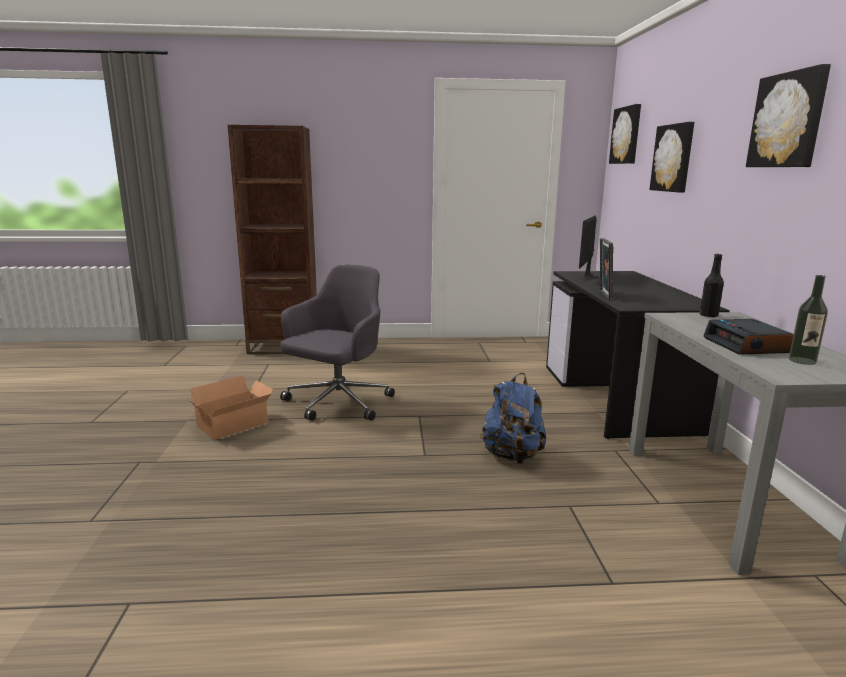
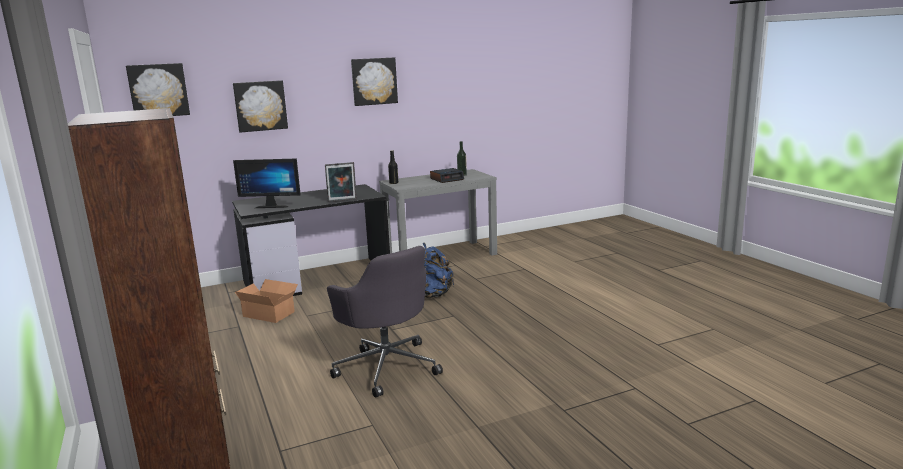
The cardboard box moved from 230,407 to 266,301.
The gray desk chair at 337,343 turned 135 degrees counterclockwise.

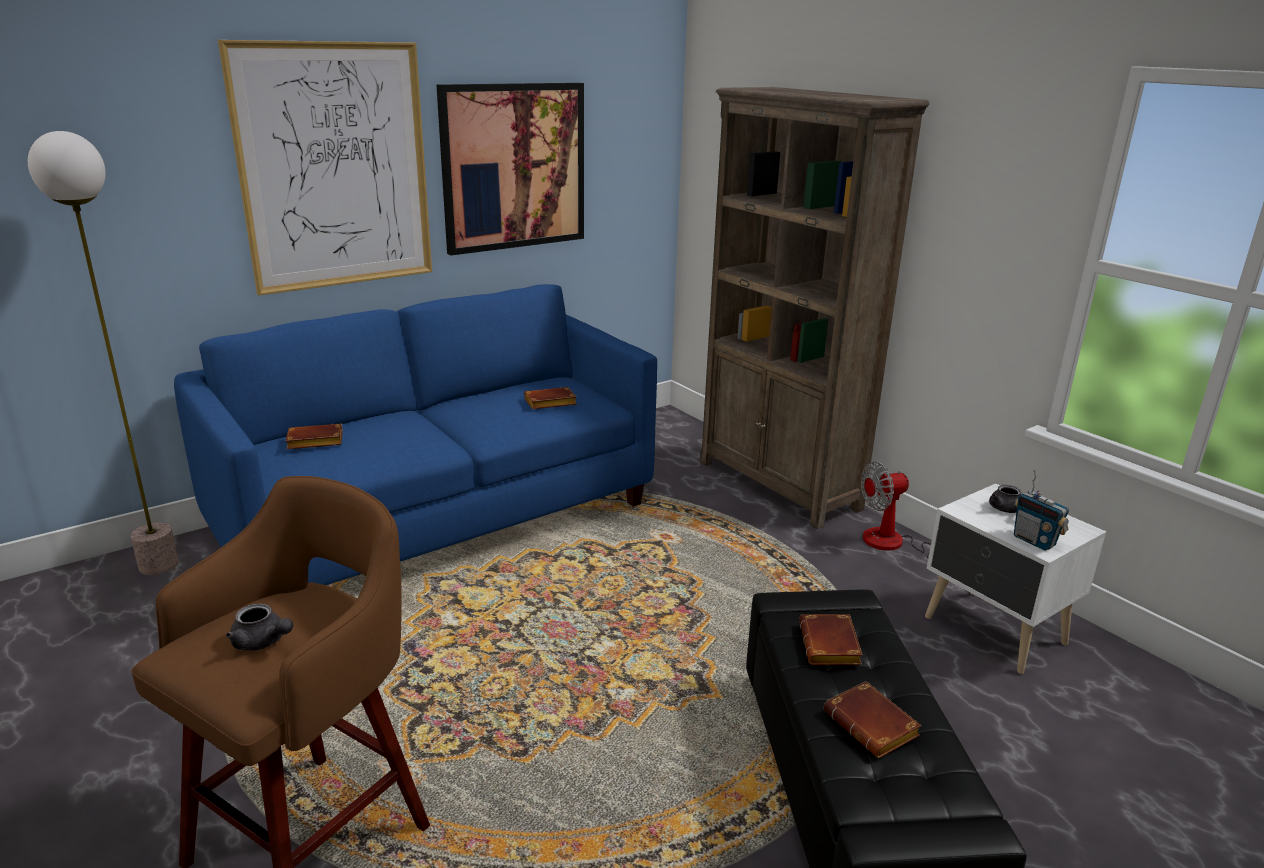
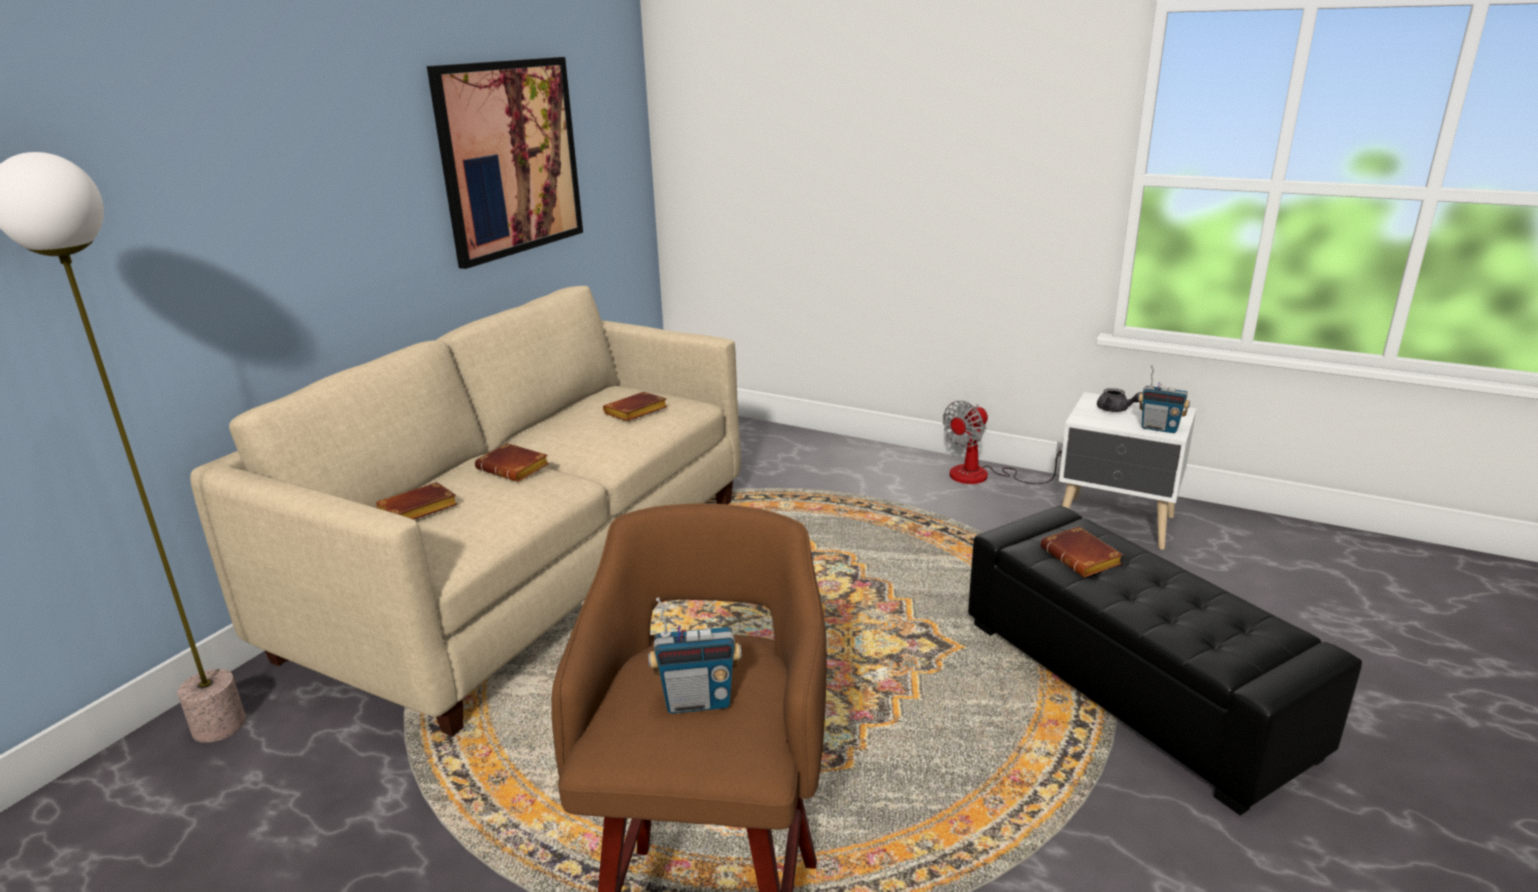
The bluish settee at 415,434 became the beige-coloured settee at 465,511.
The picture at 325,167 disappeared.
The gray tea pot at 259,627 was replaced by the radio at 695,655.
The brown shelving unit at 815,308 disappeared.
The brown bound book moved from 872,719 to 512,462.

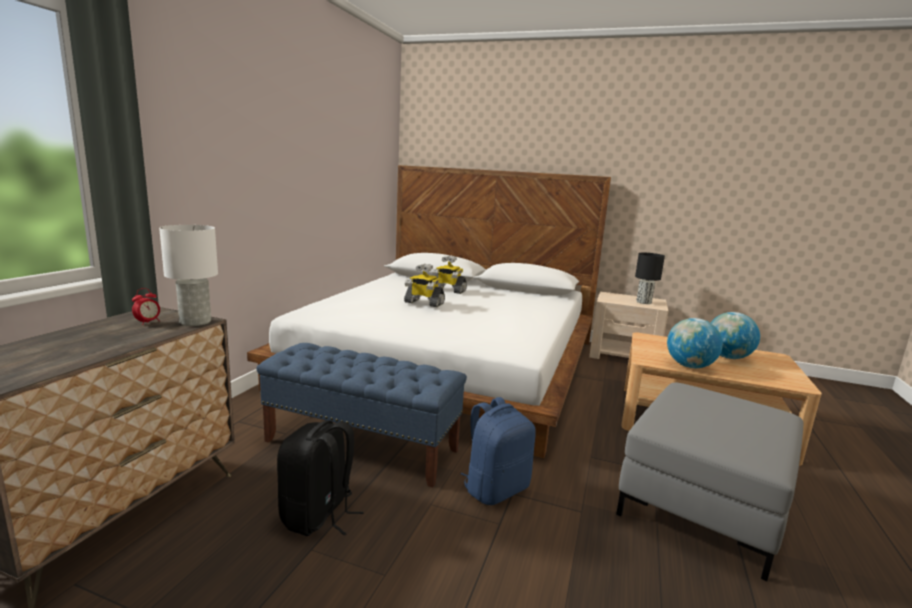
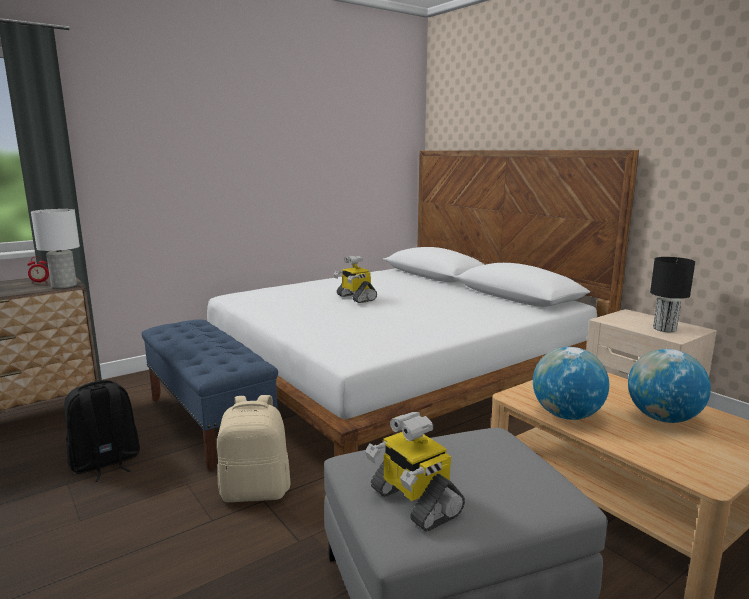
The model robot moved from 449,274 to 415,472.
The bluish rucksack at 498,451 became the beige-coloured rucksack at 254,448.

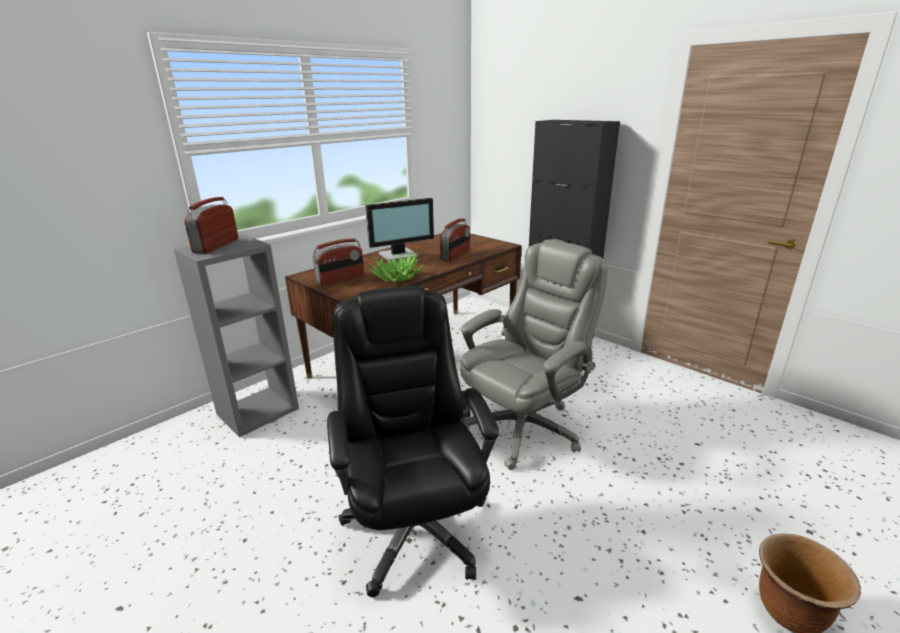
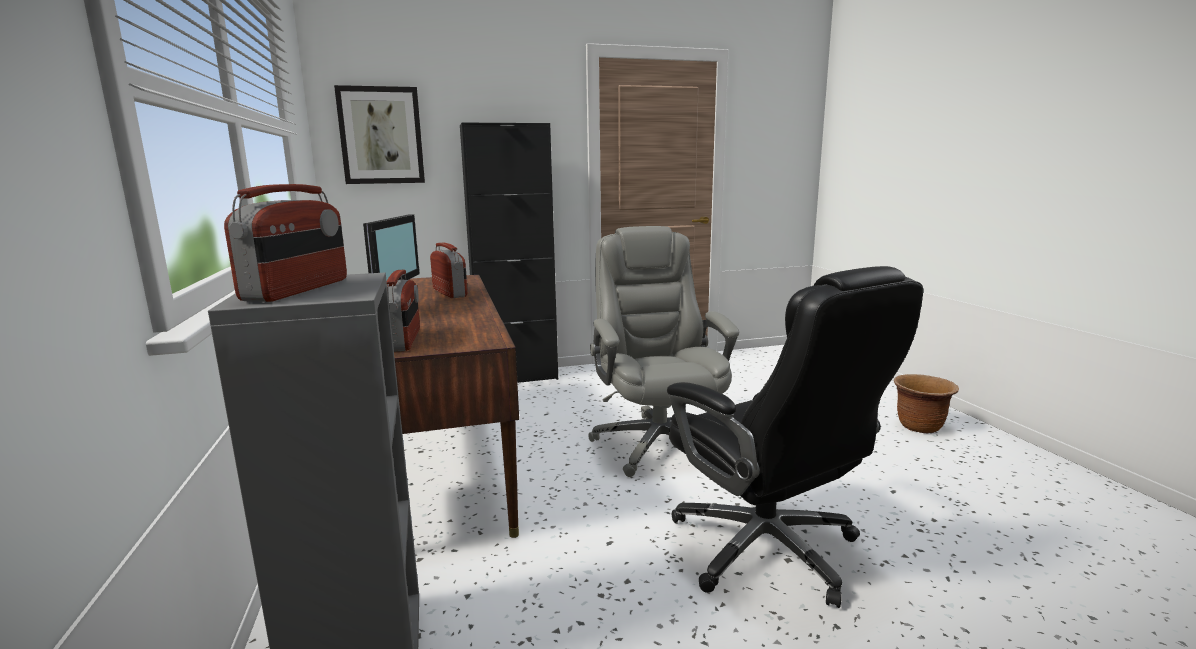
The radio at 211,225 turned 120 degrees counterclockwise.
The black-coloured desk chair at 413,441 turned 135 degrees counterclockwise.
The plant in a pot at 396,266 disappeared.
The picture at 379,134 appeared.

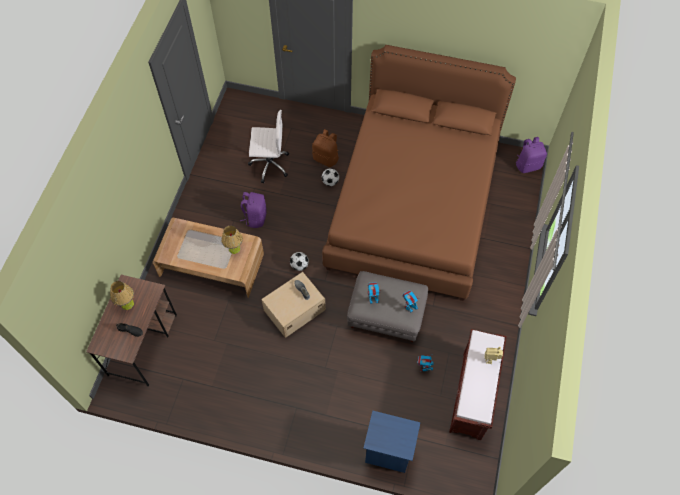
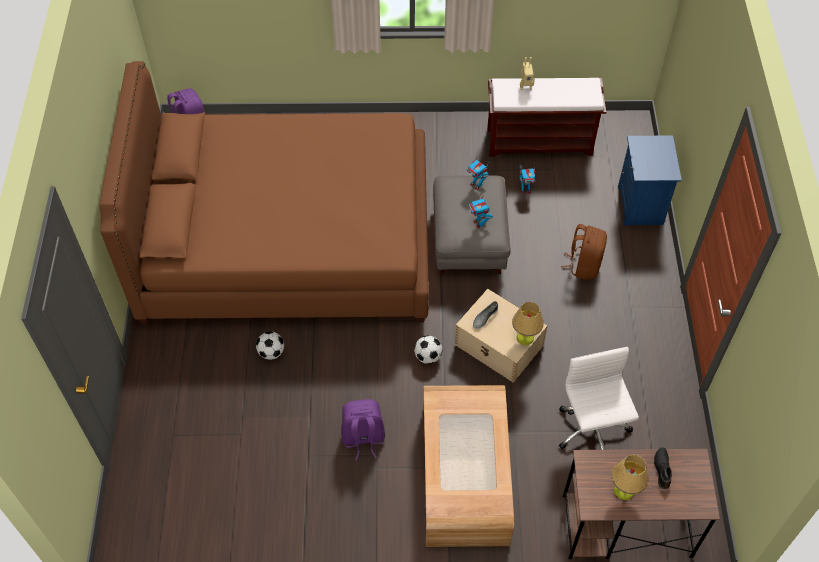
The lamp for a table moved from 232,239 to 528,323.
The white desk chair moved from 268,146 to 599,398.
The brown rucksack moved from 325,148 to 584,252.

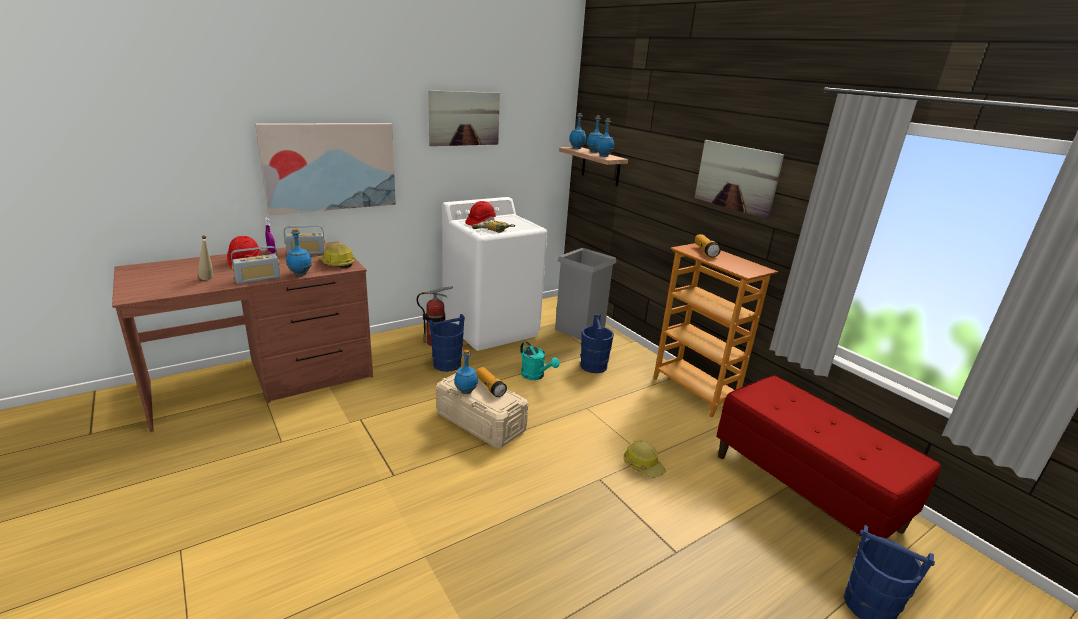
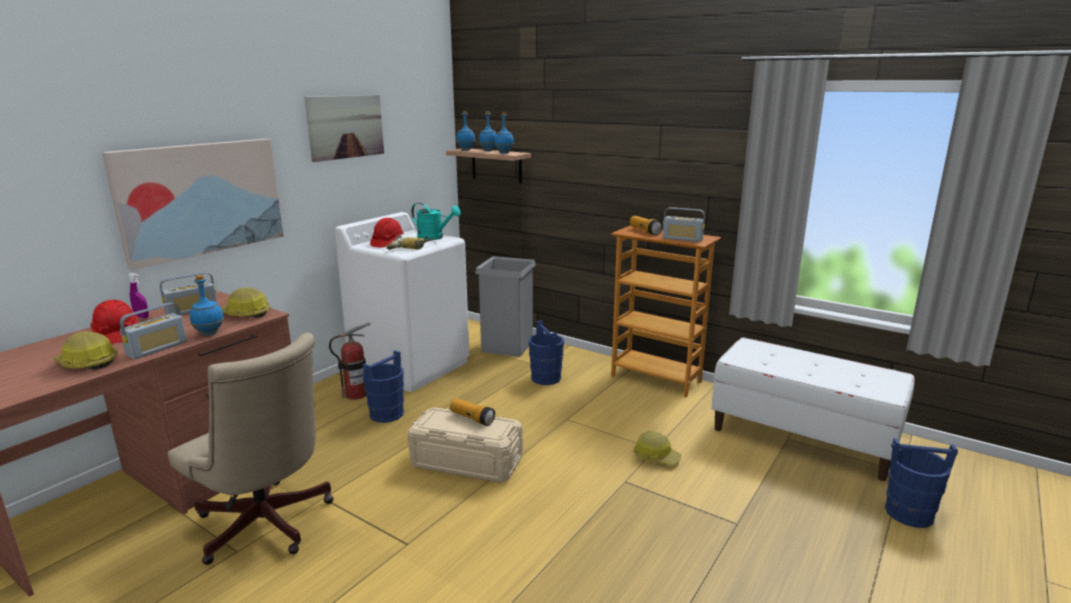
The beige-coloured beverage bottle at 205,257 was replaced by the work helmet at 85,351.
The bluish beverage bottle at 466,372 disappeared.
The turquoise sprinkling can moved from 539,360 to 436,221.
The picture at 739,179 disappeared.
The reddish long seat at 828,457 became the white long seat at 813,409.
The beige-coloured desk chair at 251,449 appeared.
The radio at 684,224 appeared.

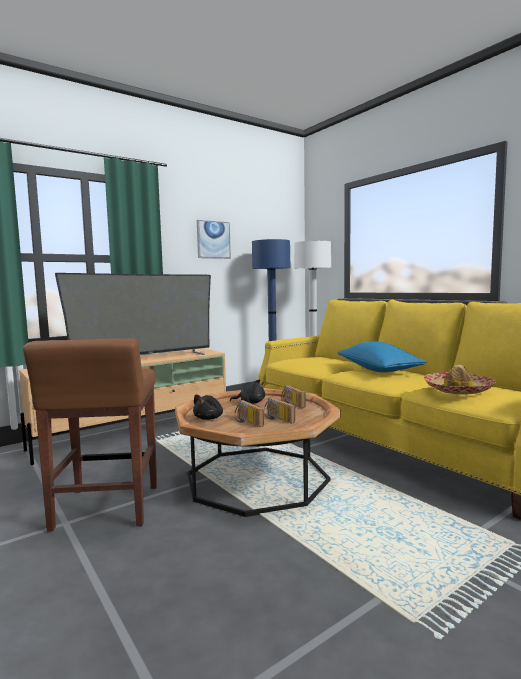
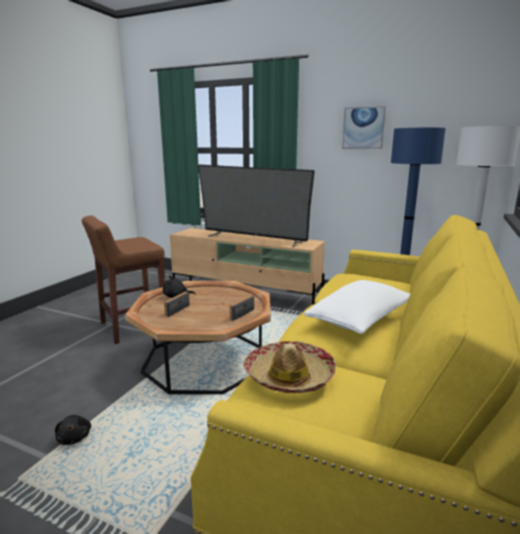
The black-coloured cuddly toy moved from 247,391 to 73,430.
The radio at 279,411 disappeared.
The bluish cushion at 381,356 became the white cushion at 357,307.

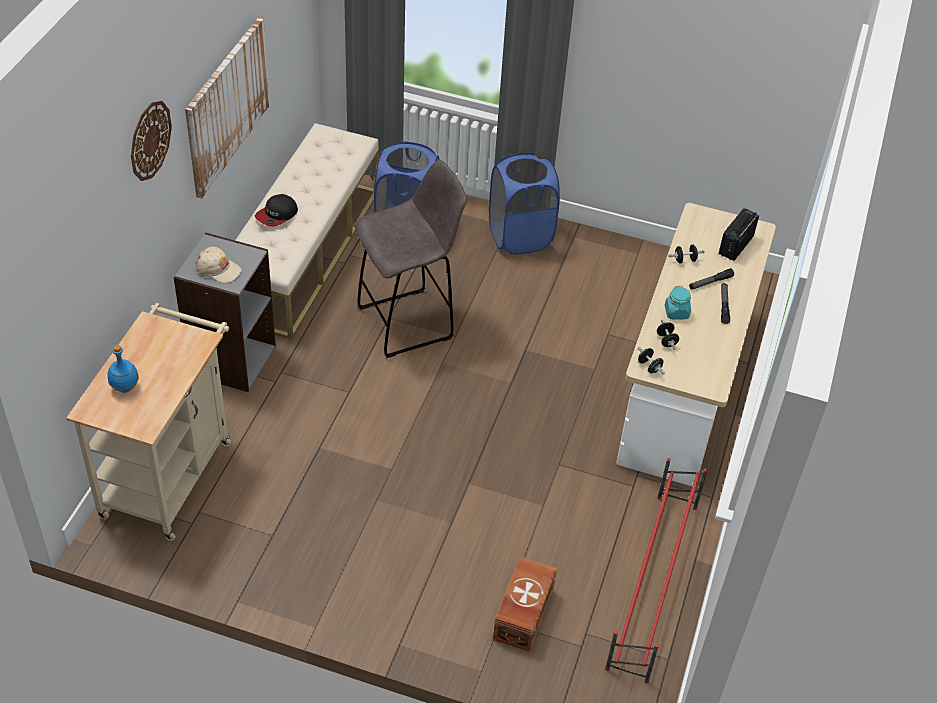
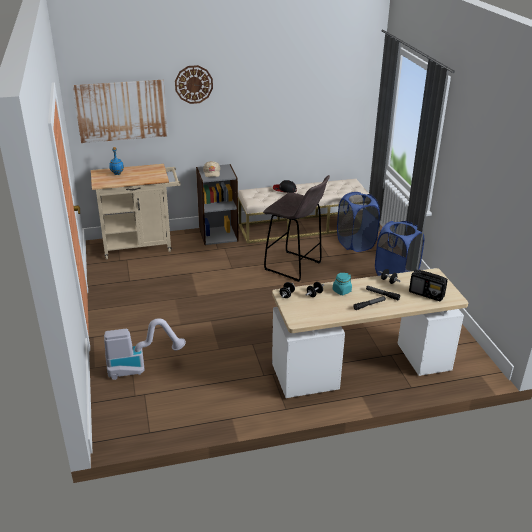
The picture moved from 227,108 to 120,111.
The brown storage bin at 525,604 was replaced by the vacuum at 145,349.
The reddish shoe rack at 656,570 disappeared.
The radio at 739,234 turned 150 degrees counterclockwise.

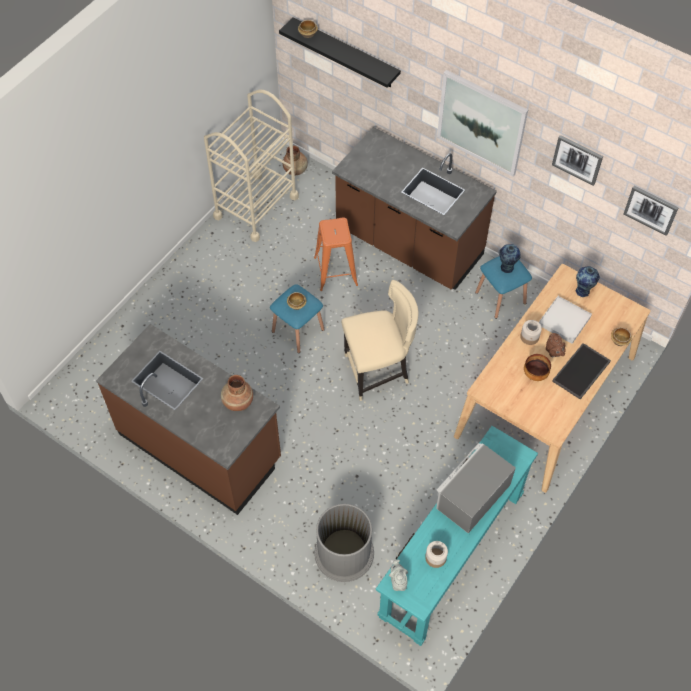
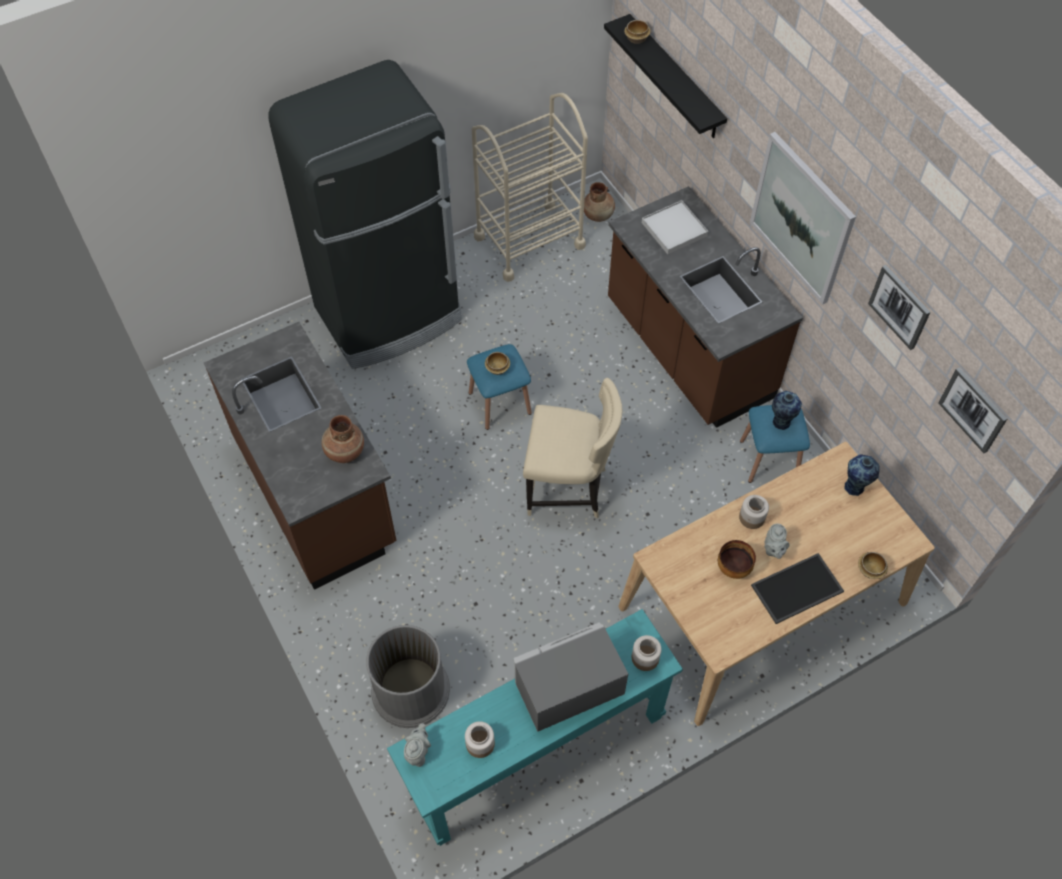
The orange sitting stool at 336,254 disappeared.
The white serving tray moved from 565,320 to 675,227.
The brown tea pot at 556,345 became the gray tea pot at 776,541.
The black-coloured kitchen fridge at 365,214 appeared.
The preserve jar at 646,653 appeared.

